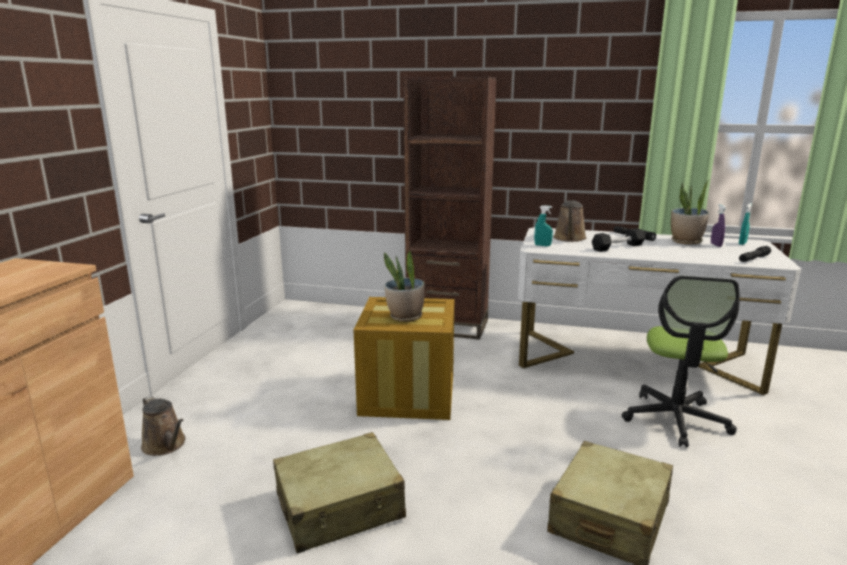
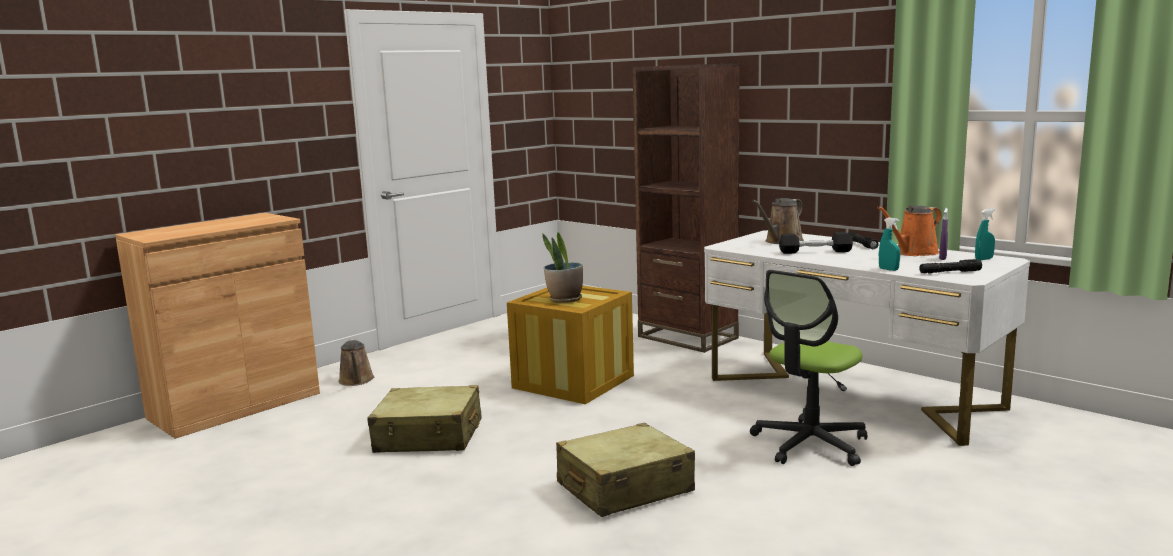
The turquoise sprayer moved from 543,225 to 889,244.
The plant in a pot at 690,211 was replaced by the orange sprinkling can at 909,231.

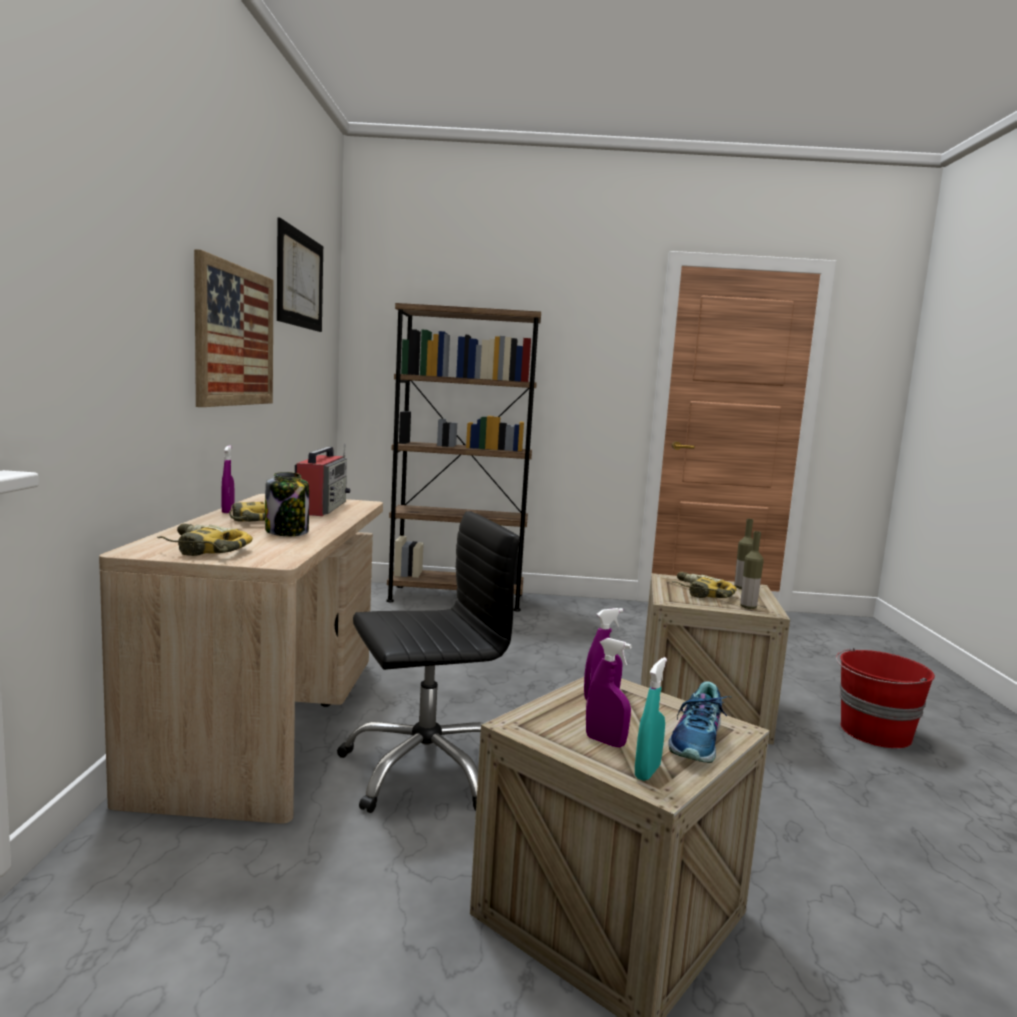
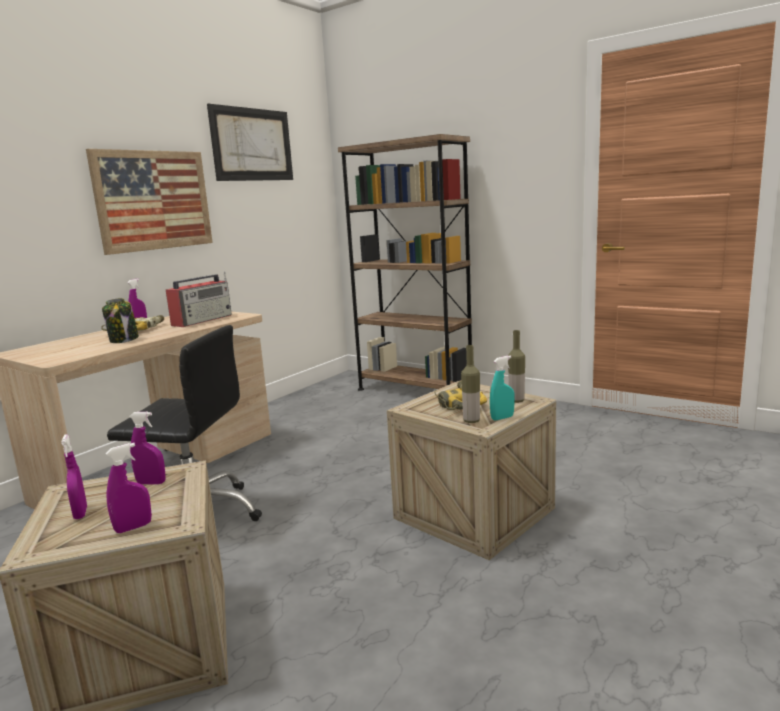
The drill at 205,540 disappeared.
The turquoise sprayer moved from 651,719 to 502,388.
The item of footwear at 699,722 was replaced by the purple-coloured sprayer at 129,488.
The reddish bucket at 885,698 disappeared.

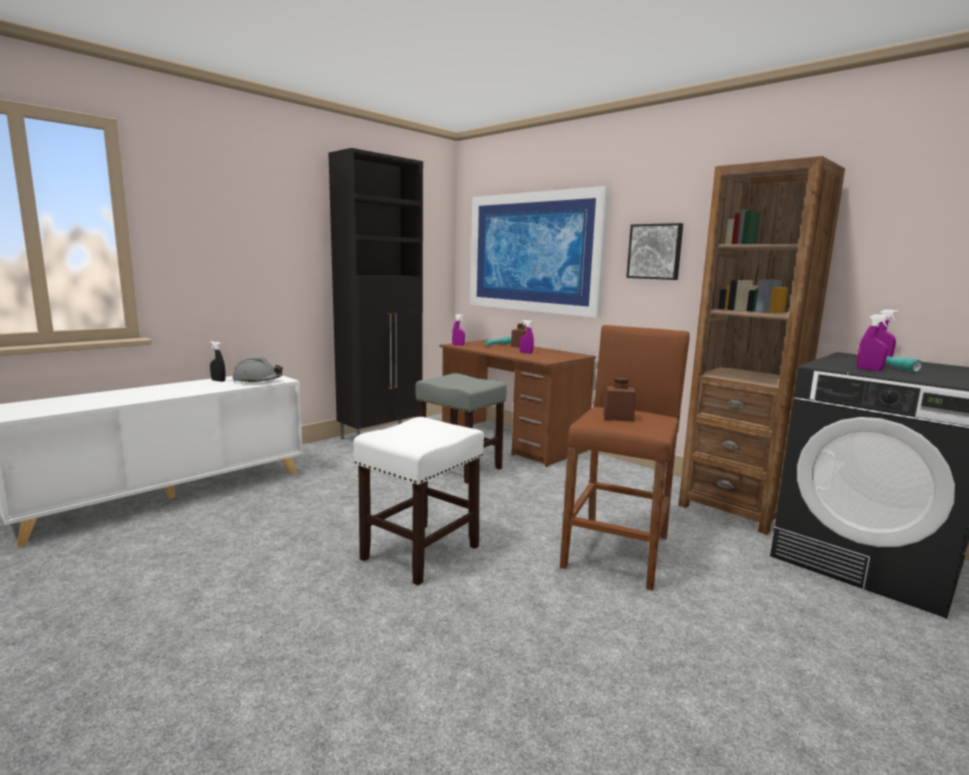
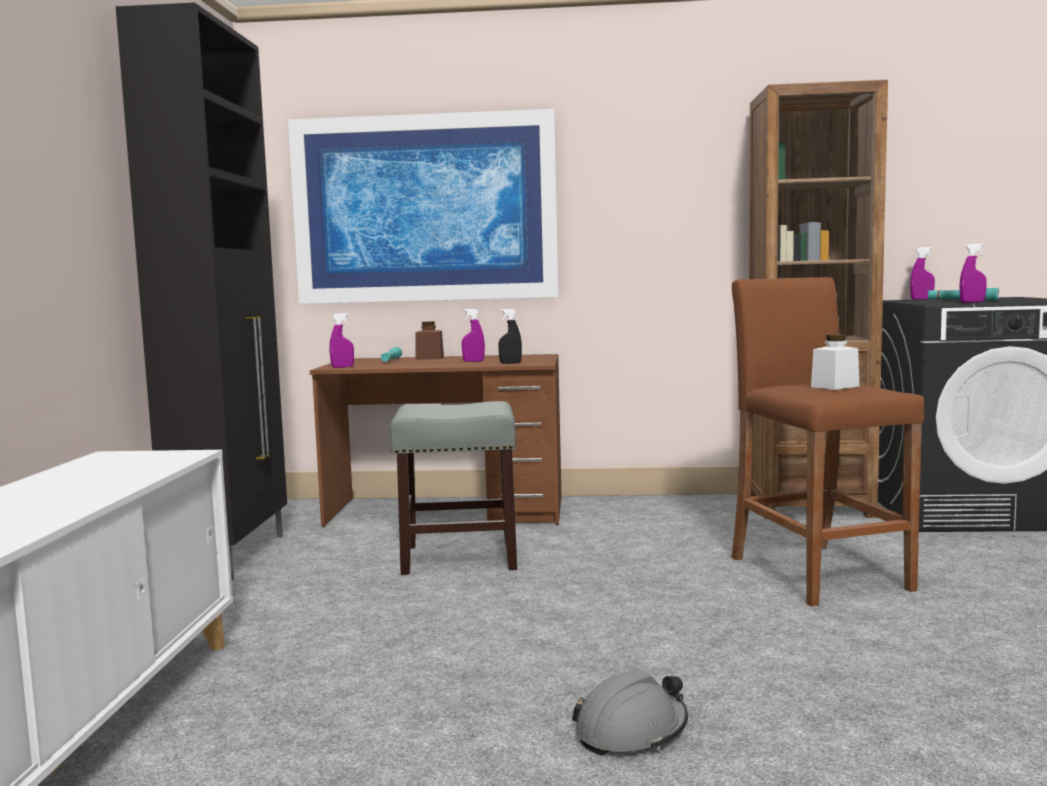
The black-coloured sprayer moved from 218,361 to 510,336.
The gray work helmet moved from 257,370 to 630,712.
The white sitting stool at 418,501 disappeared.
The brown preserve jar at 619,399 became the white preserve jar at 835,362.
The picture at 654,251 disappeared.

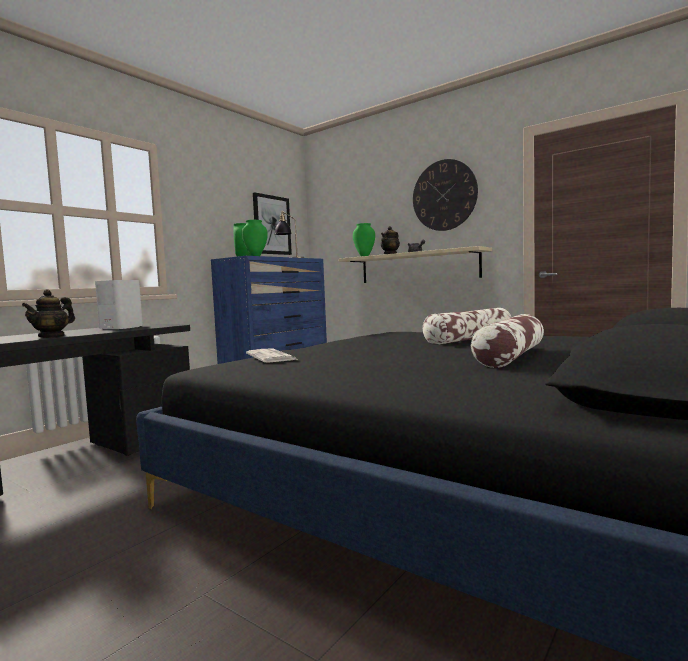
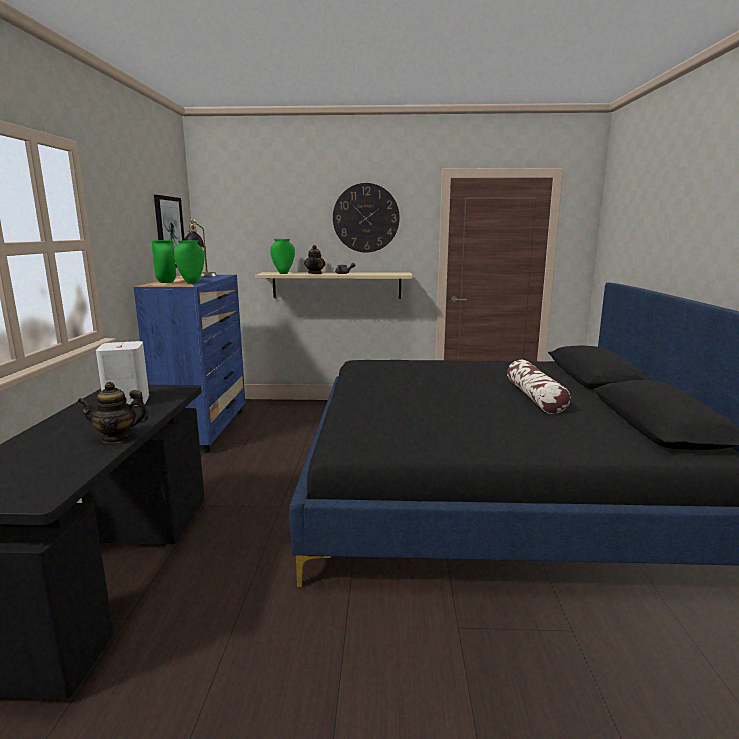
The tea pot at 48,313 turned 90 degrees clockwise.
The newspaper at 271,355 disappeared.
The cushion at 467,326 disappeared.

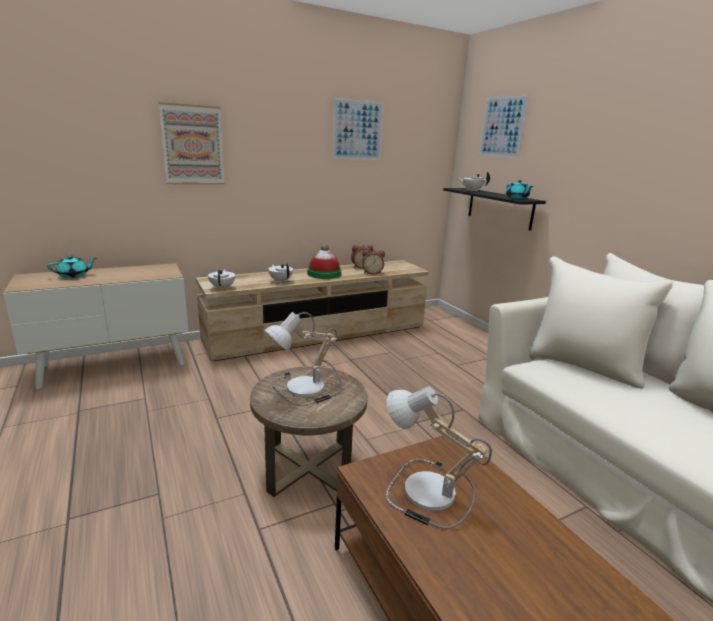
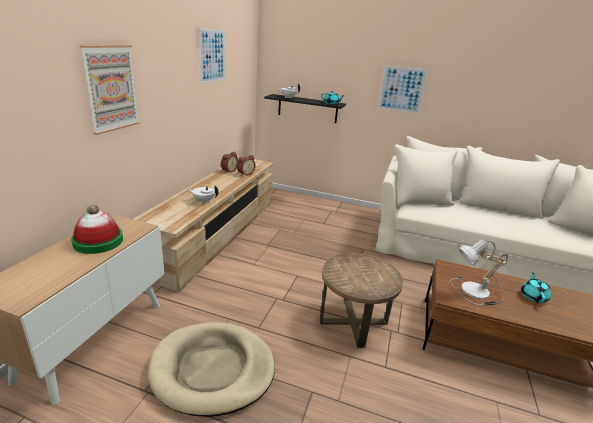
The turquoise tea pot moved from 71,266 to 536,287.
The white tea pot at 221,279 disappeared.
The lamp for a table at 303,359 disappeared.
The wearable hat moved from 324,261 to 97,229.
The picture moved from 504,126 to 403,89.
The beige-coloured dog cushion at 211,369 appeared.

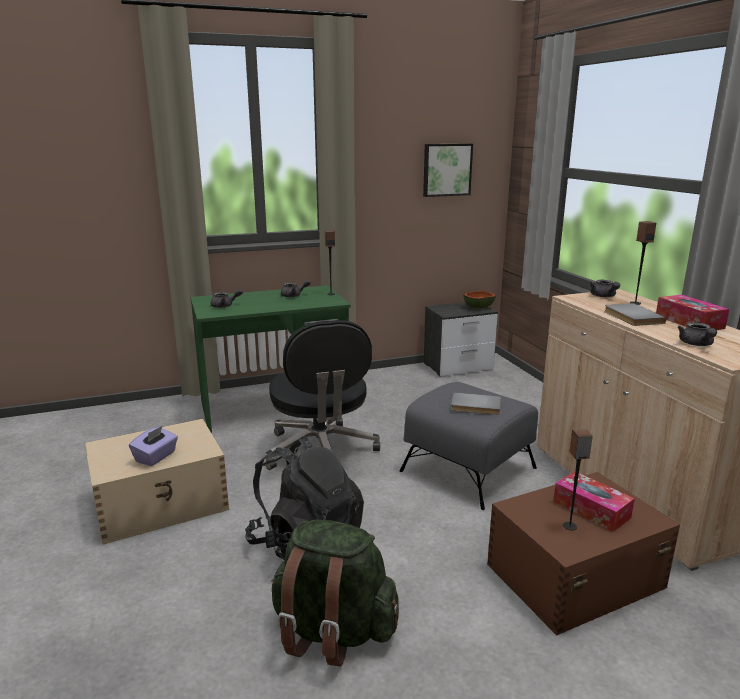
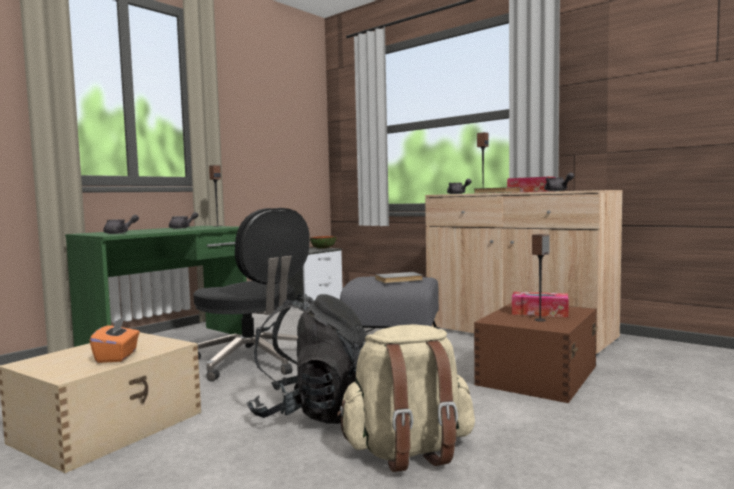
The purple-coloured tissue holder at 153,446 became the orange tissue holder at 115,340.
The green rucksack at 335,593 became the beige-coloured rucksack at 406,398.
The picture at 448,170 disappeared.

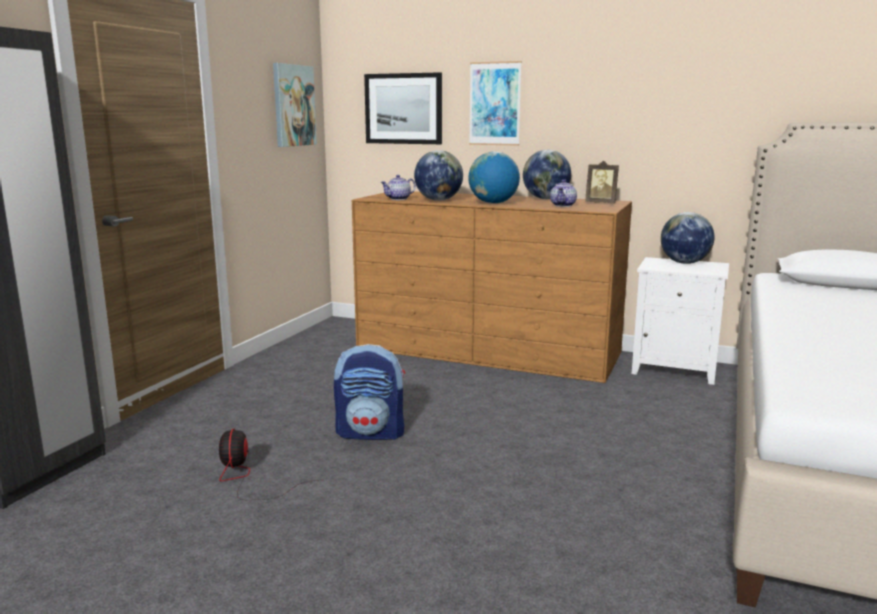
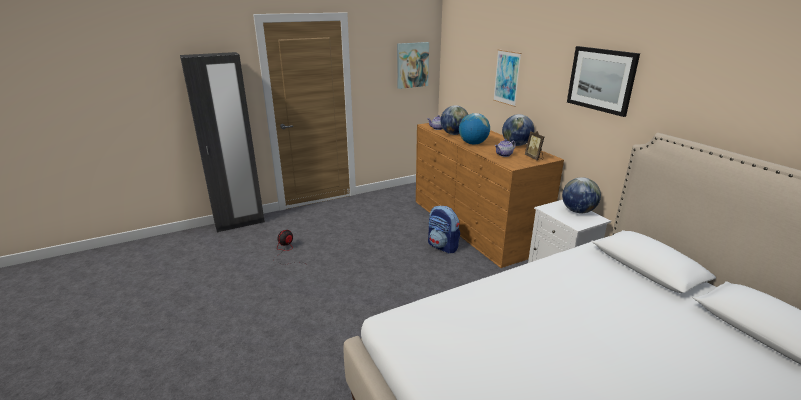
The rucksack moved from 369,392 to 444,229.
The picture moved from 403,108 to 603,81.

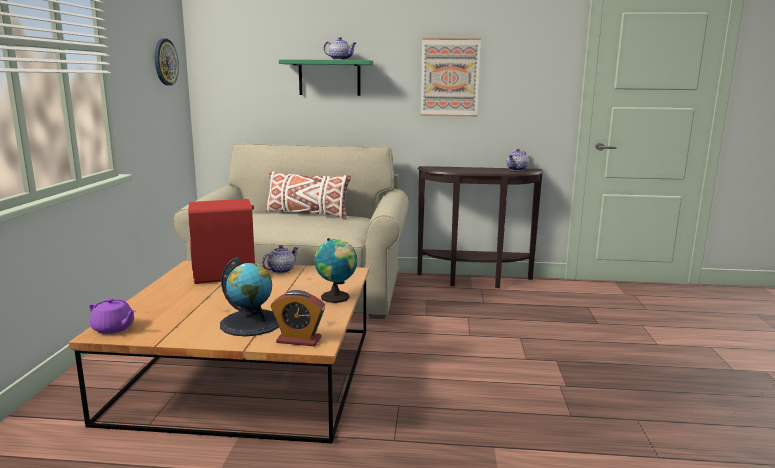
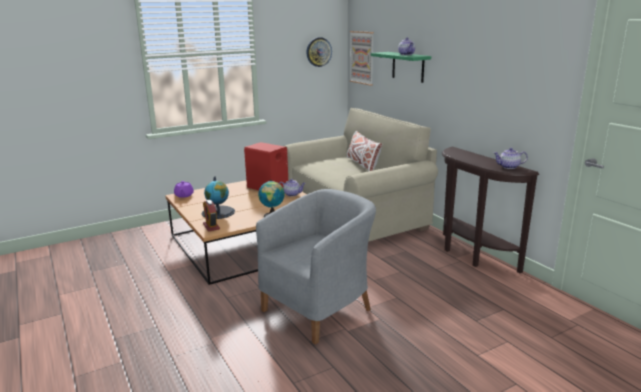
The picture moved from 450,77 to 362,58.
The gray easy chair at 316,266 appeared.

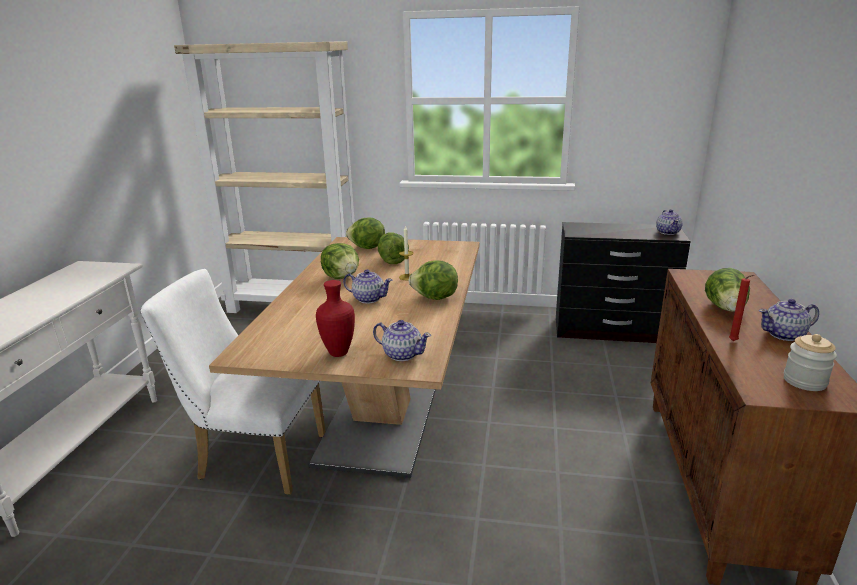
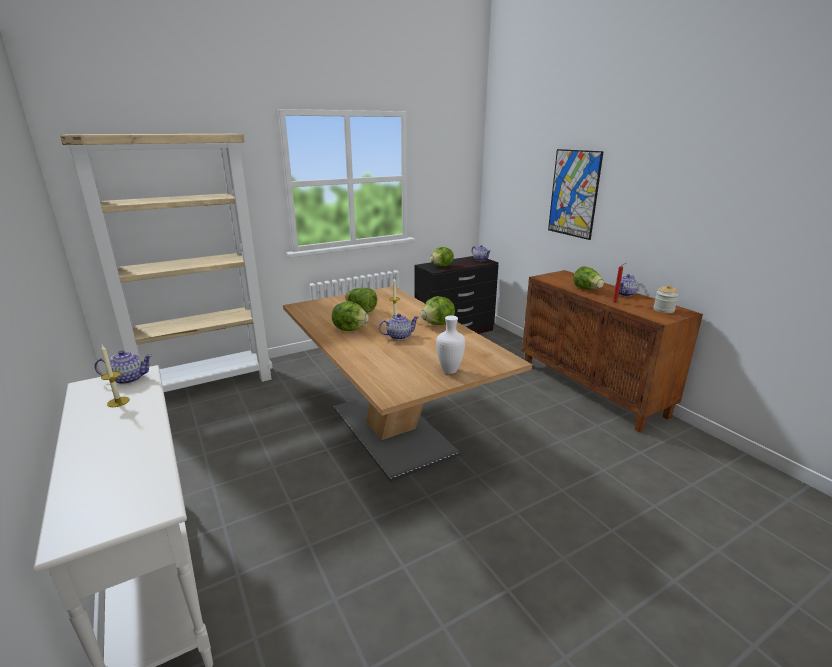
The white upright chair at 233,382 disappeared.
The reddish decorative vase at 335,318 became the white decorative vase at 450,345.
The lettuce head moved from 365,233 to 442,257.
The tea pot moved from 402,340 to 124,367.
The candle at 115,376 appeared.
The picture at 576,194 appeared.

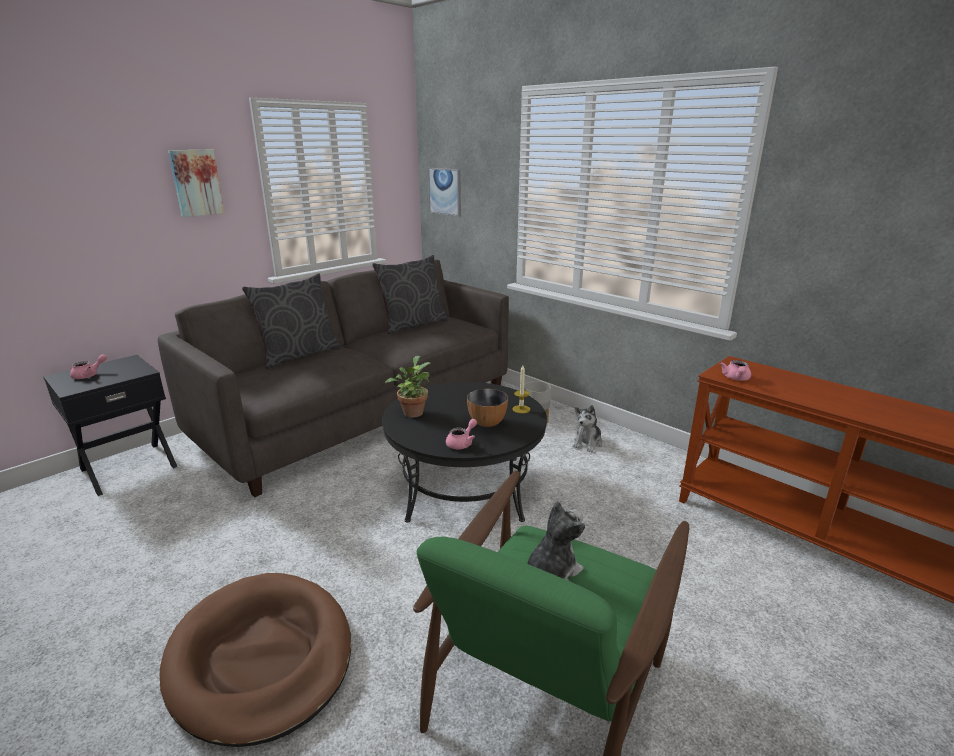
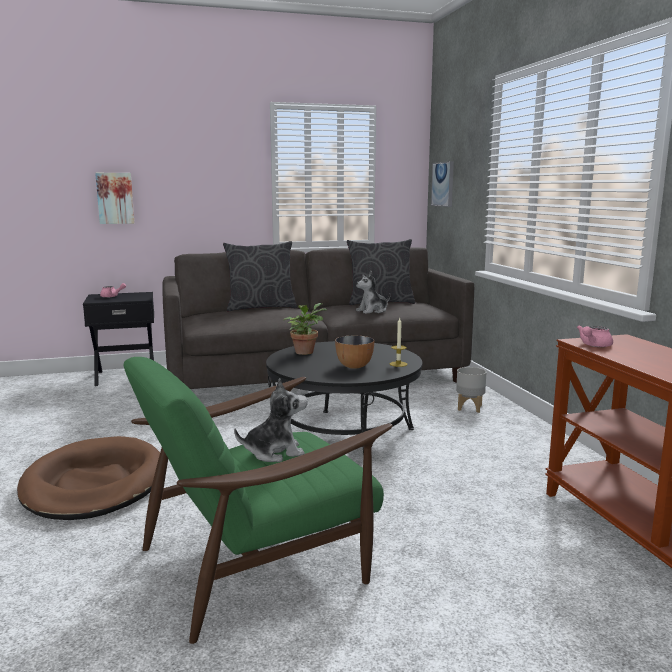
The picture moved from 196,183 to 114,198.
The pink tea pot at 461,434 disappeared.
The cuddly toy moved from 587,428 to 373,292.

